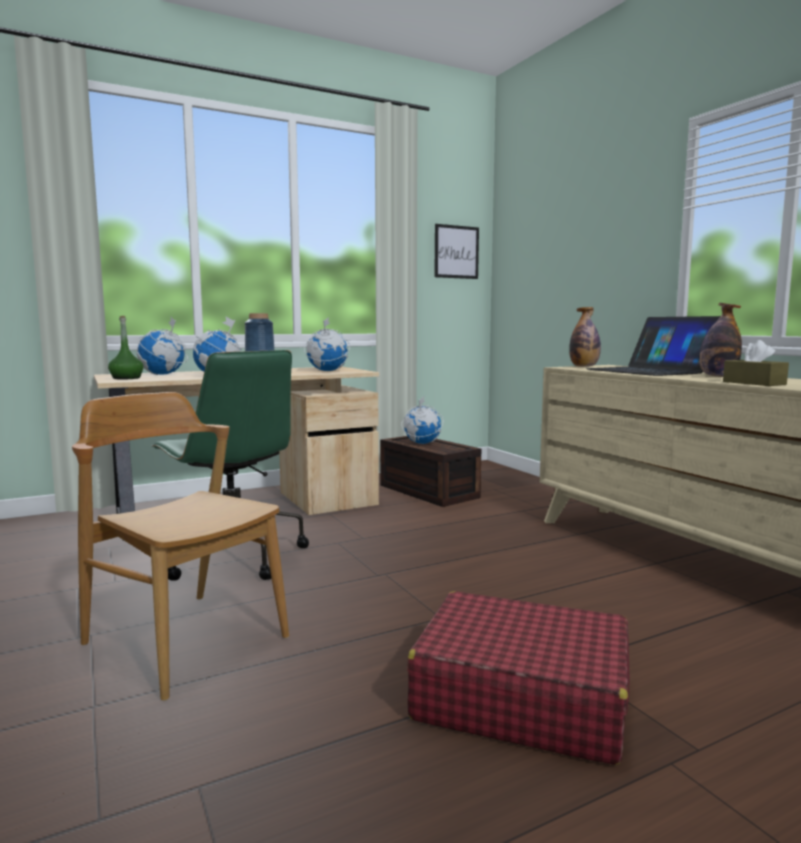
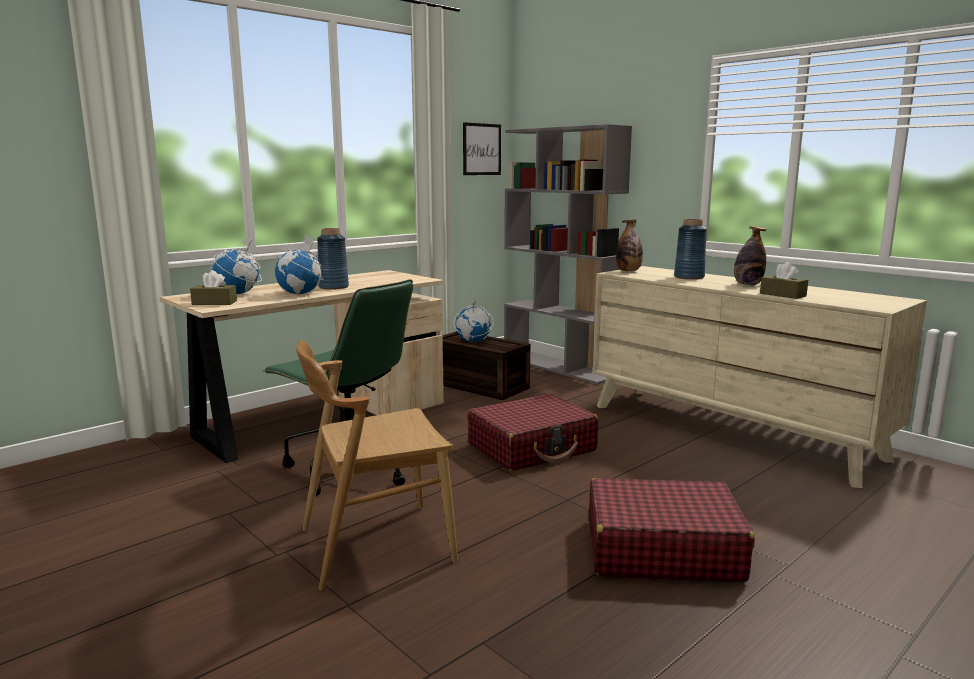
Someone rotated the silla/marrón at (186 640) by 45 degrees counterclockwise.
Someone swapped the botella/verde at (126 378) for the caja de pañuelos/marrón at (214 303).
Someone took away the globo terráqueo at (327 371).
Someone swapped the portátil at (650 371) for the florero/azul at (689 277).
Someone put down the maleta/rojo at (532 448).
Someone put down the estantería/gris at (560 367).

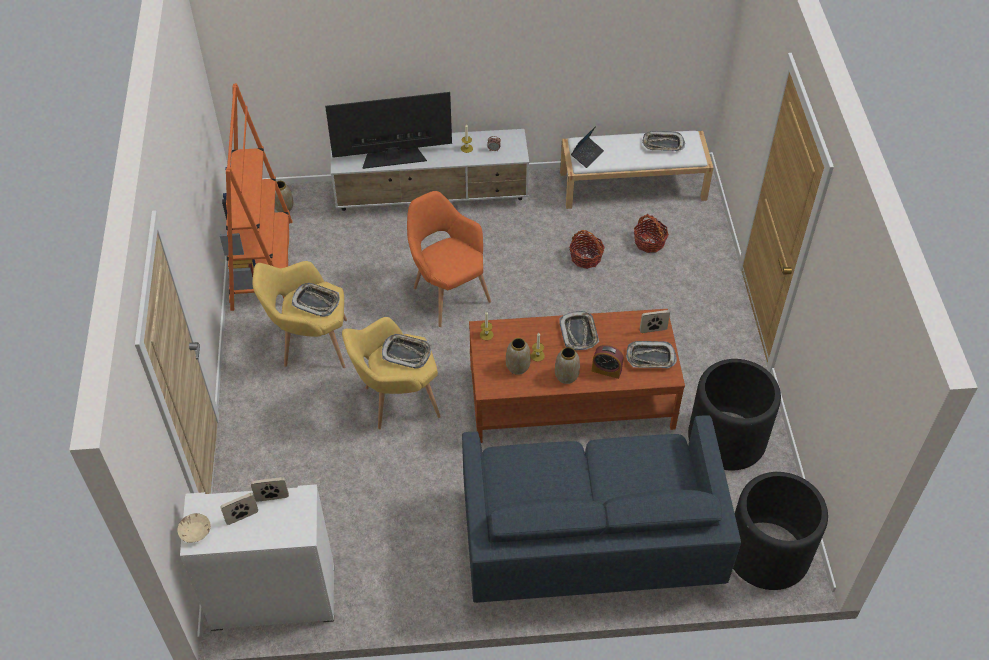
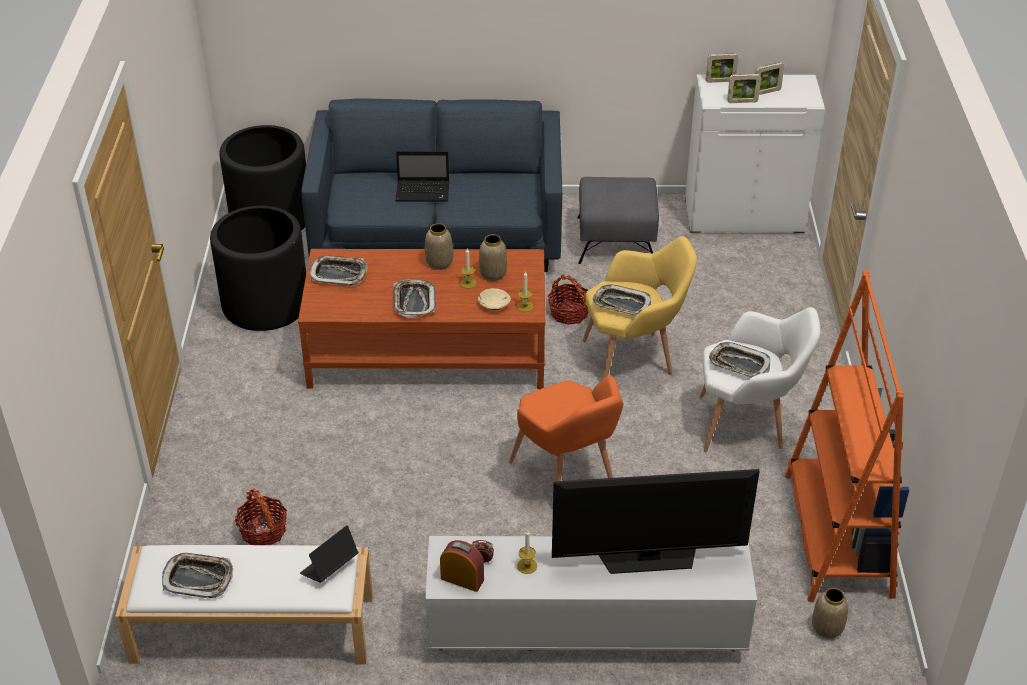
Someone carried the cuenco/beis from (195 531) to (494 305).
Someone repainted the sillón/amarillo at (310 345), which became the sillón/blanco at (747 425).
Someone carried the cesta from (586 257) to (569 313).
Someone carried the despertador from (606 370) to (462 579).
Someone carried the portarretratos from (653 330) to (720 81).
Someone put down the portátil at (424 192).
Someone put down the puf/gris at (617 240).

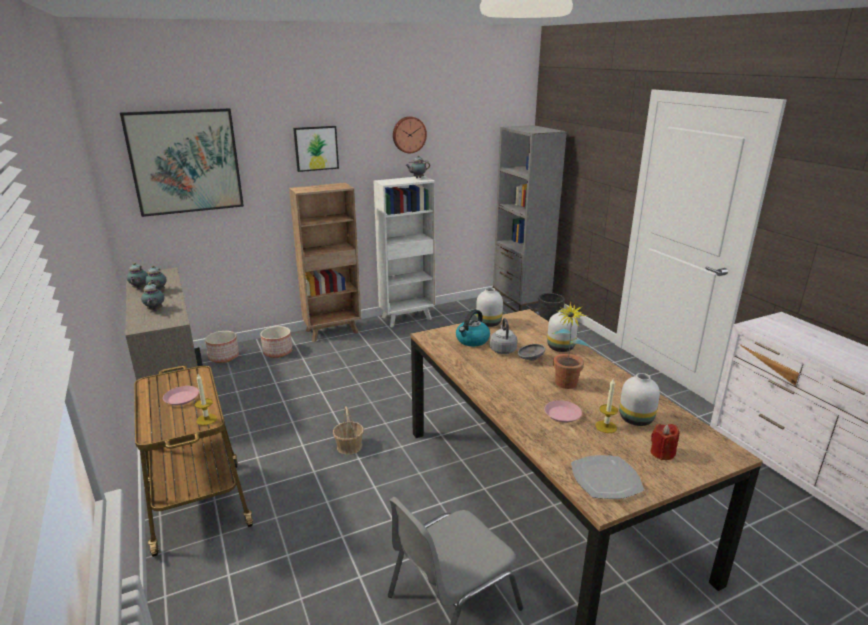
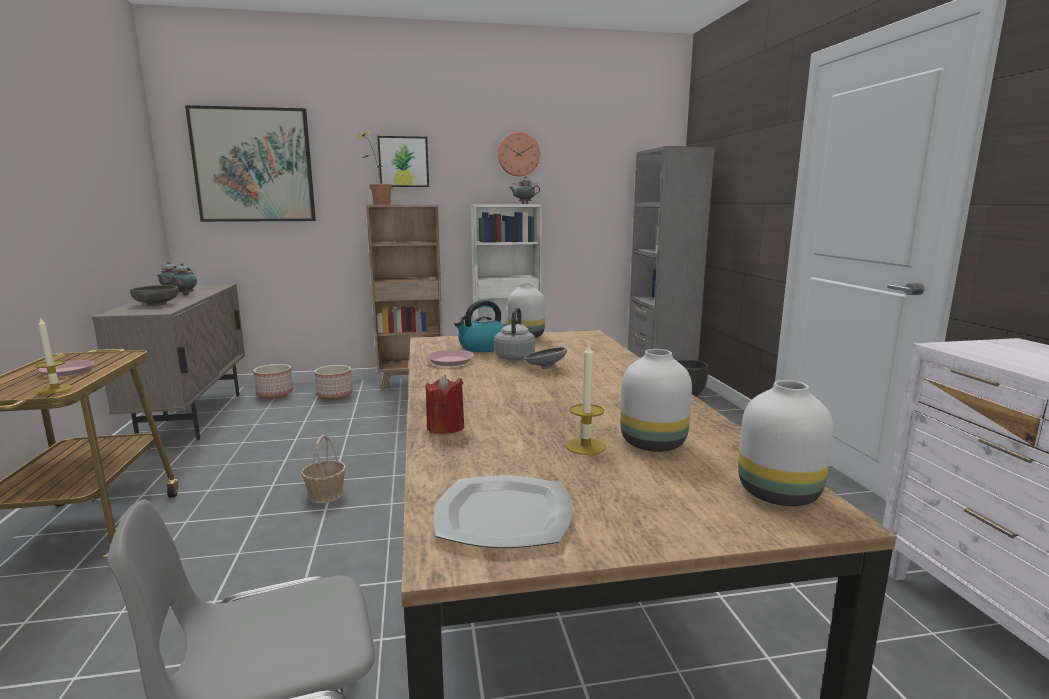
Someone swapped the tetera at (155 310) for the cuenco/gris at (156 304).
Someone carried the plato/rosa from (562 414) to (450 361).
Someone carried the florero/blanco from (560 348) to (778 494).
Someone carried the planta en maceta from (564 386) to (377 204).
Someone carried the vela/rojo from (662 453) to (445 427).

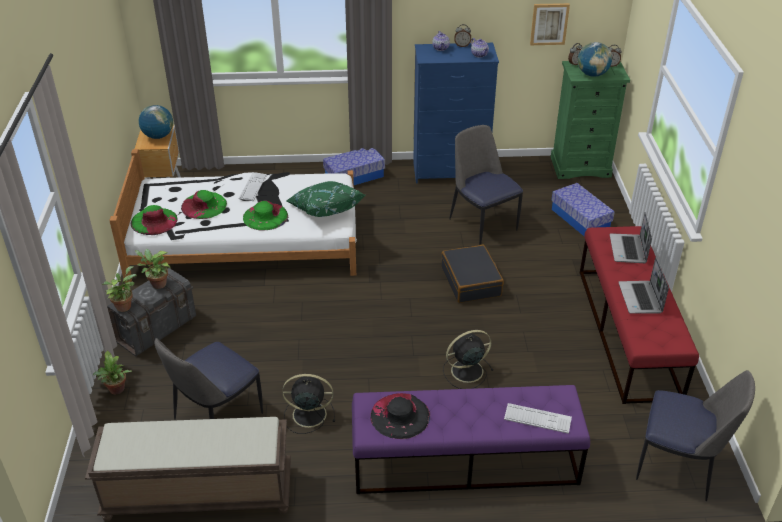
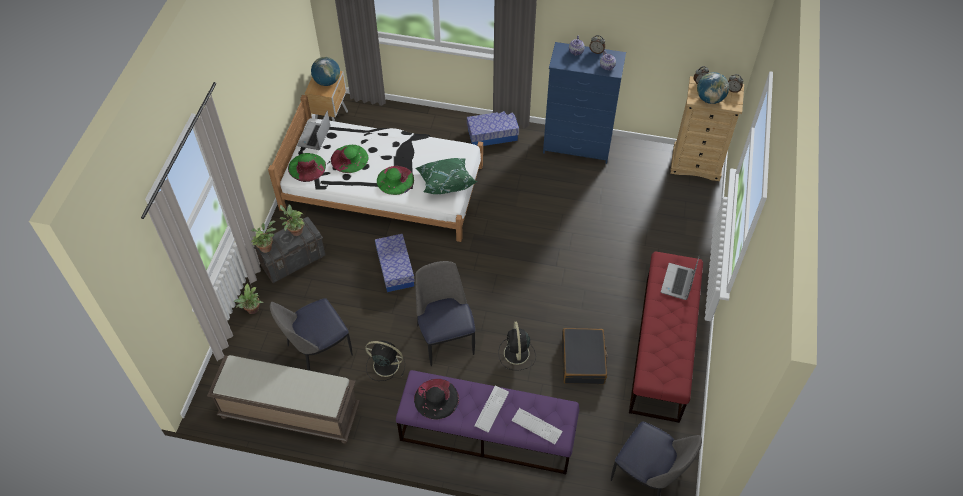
Someone carried the teclado from (253 187) to (491 409).
Someone carried the maleta/negro from (471 281) to (583 361).
Someone rotated the ventilador/negro at (465 371) by 90 degrees counterclockwise.
Someone carried the silla from (482 223) to (445 338).
Someone took away the cuadro at (549 23).
Someone repainted the cómoda/verde at (580 167), which became the cómoda/beis at (696 163).
Someone carried the caja de almacenaje from (580 219) to (395 268).
Someone carried the portátil from (641 299) to (314 137).

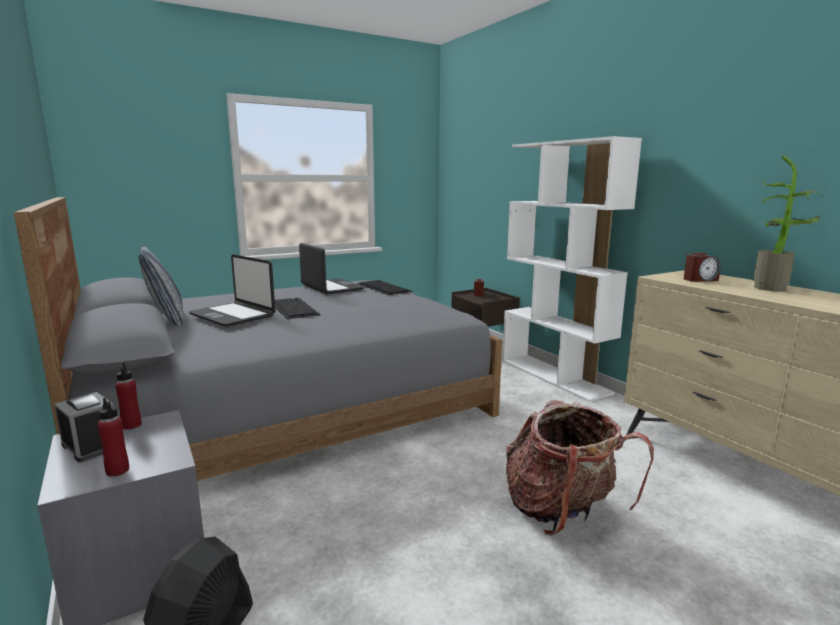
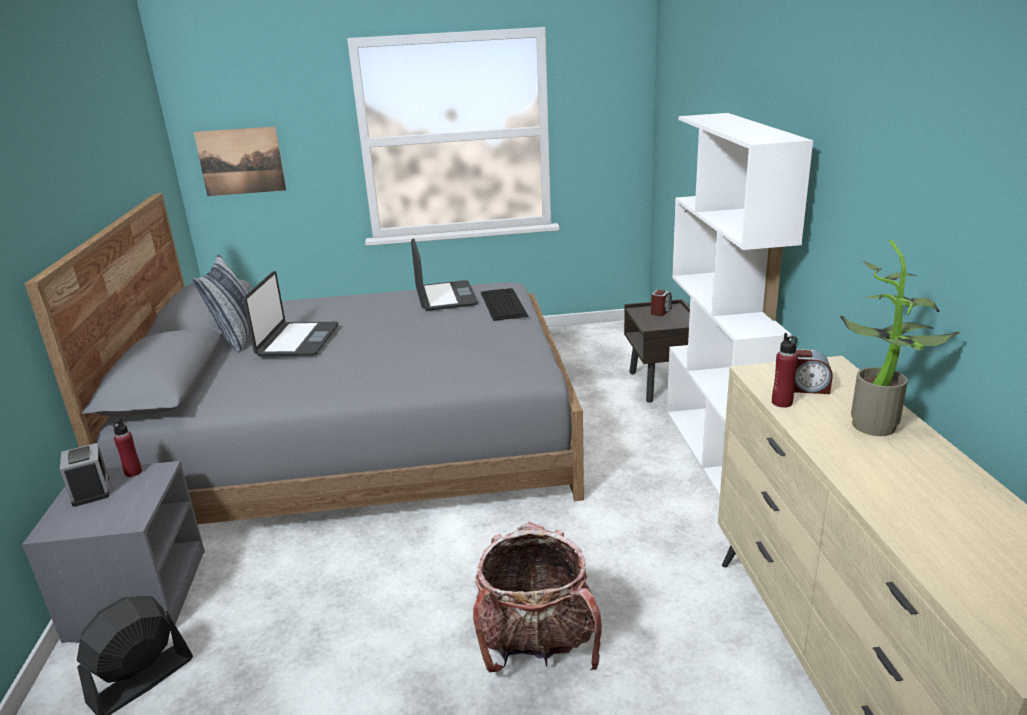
Someone carried the botella/rojo from (117 470) to (782 402).
Someone rotated the portátil at (233 315) by 150 degrees counterclockwise.
Someone took away the teclado at (293 308).
Someone put up the cuadro at (241 161).

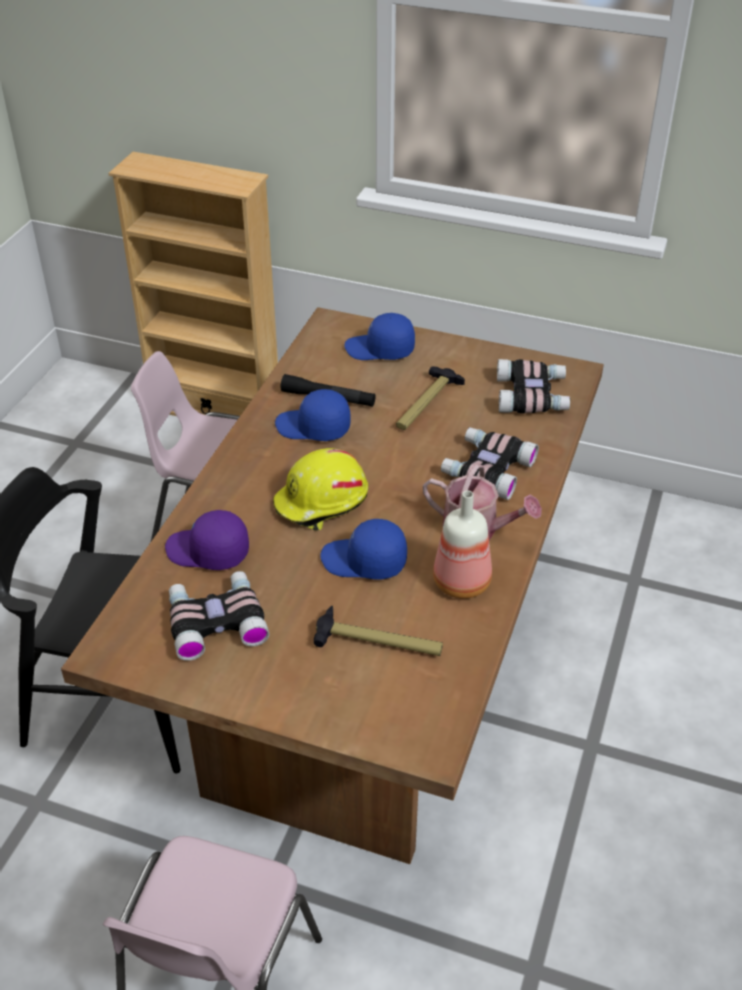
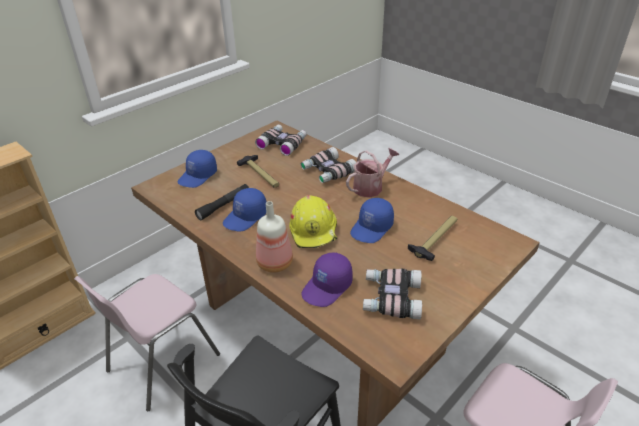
Someone carried the botella from (463 582) to (275 262).

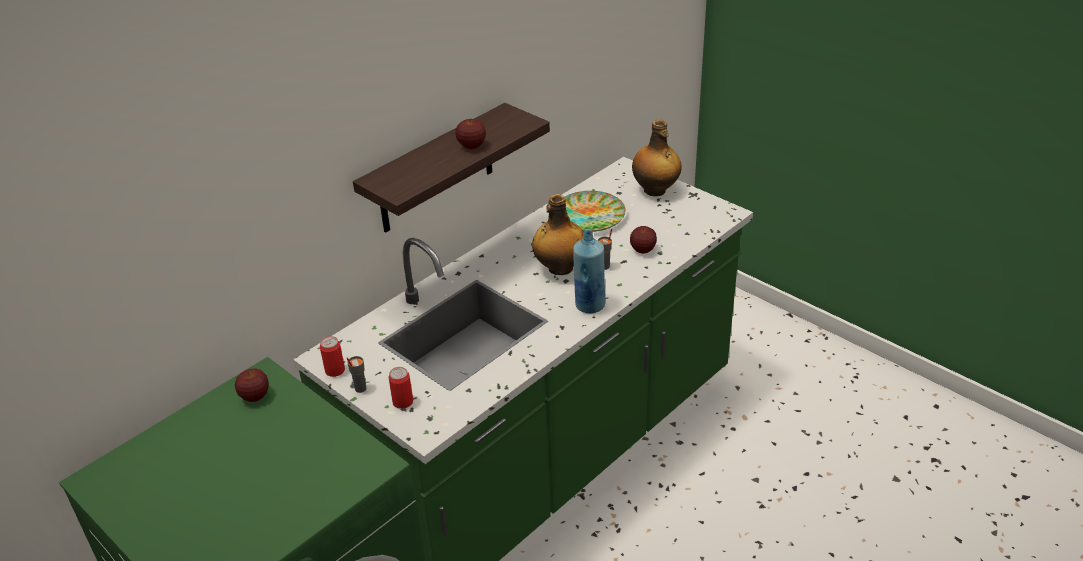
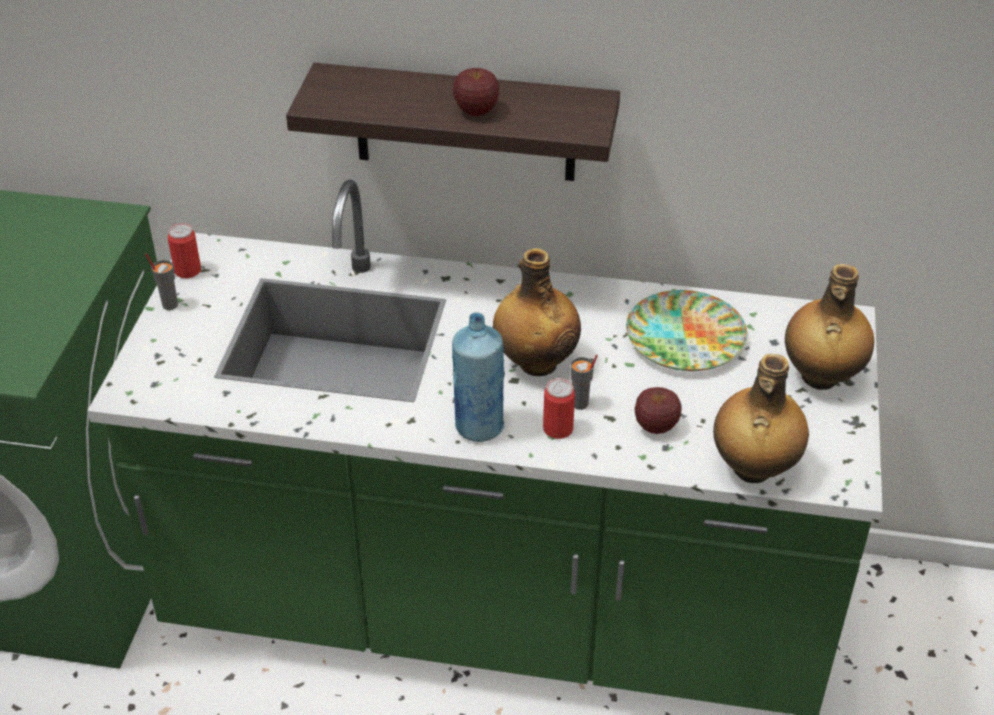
Someone took away the manzana at (255 396).
Someone carried the lata from (403 402) to (558 429).
Someone put down the botella at (752 469).

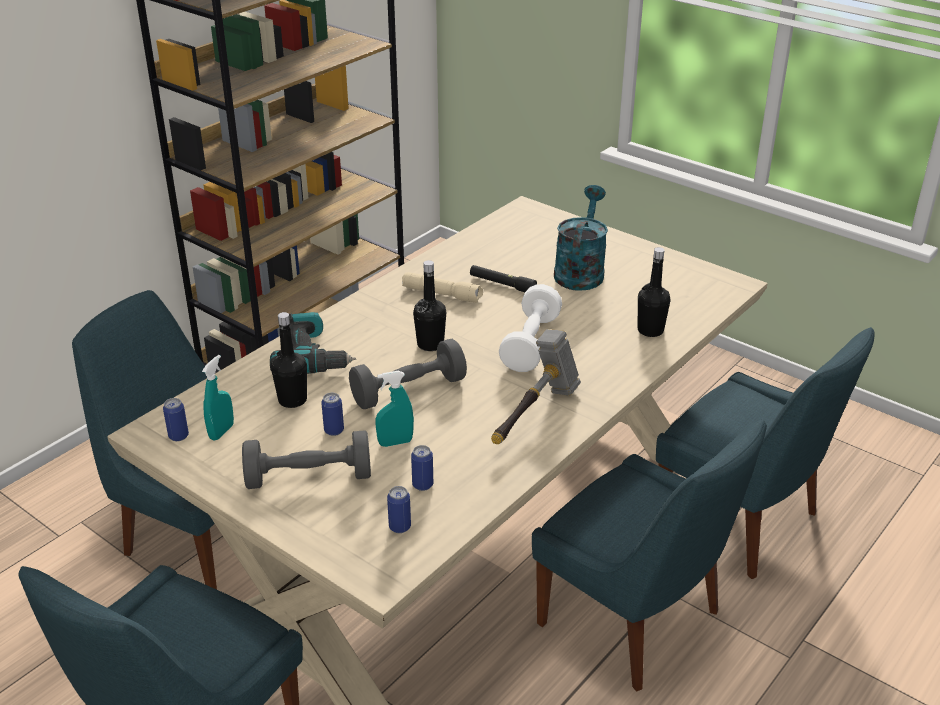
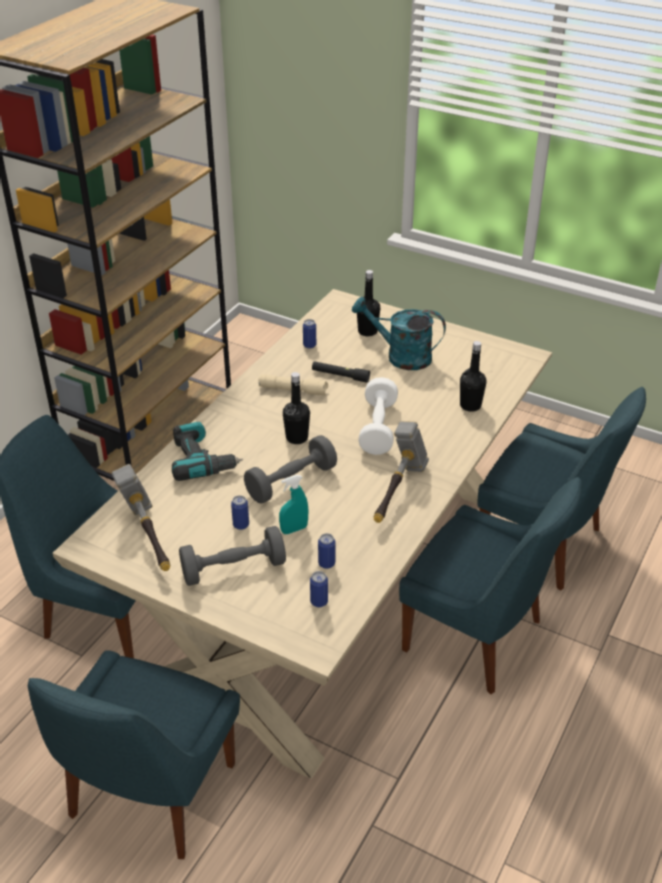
Someone carried the lata from (178 436) to (309 345).
Someone swapped the pulverizador/turquesa at (221 432) for the martillo at (148 537).
Someone carried the botella/negro from (292 400) to (367 331).
Someone rotated the regadera/turquesa at (580 271) by 75 degrees counterclockwise.

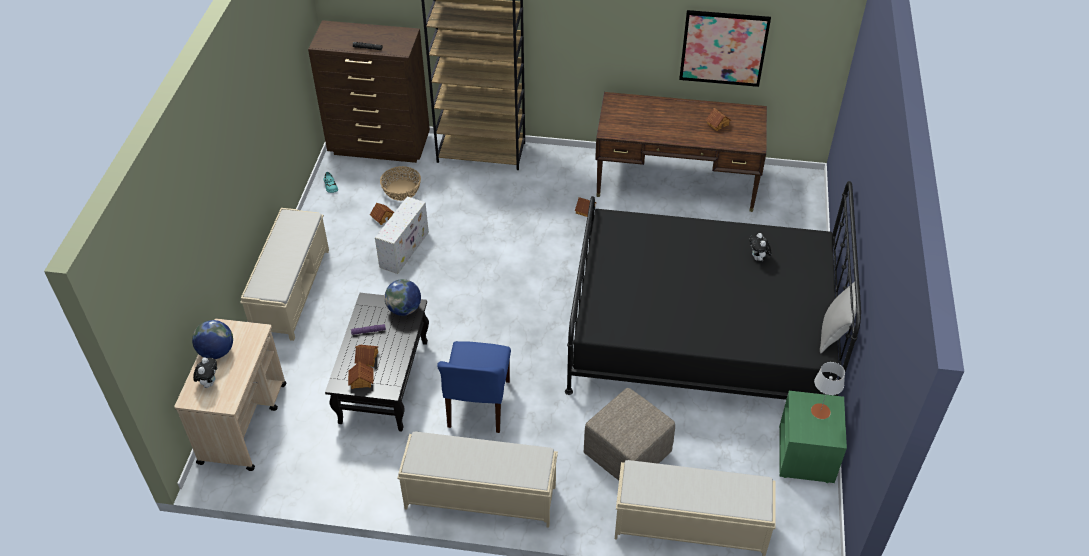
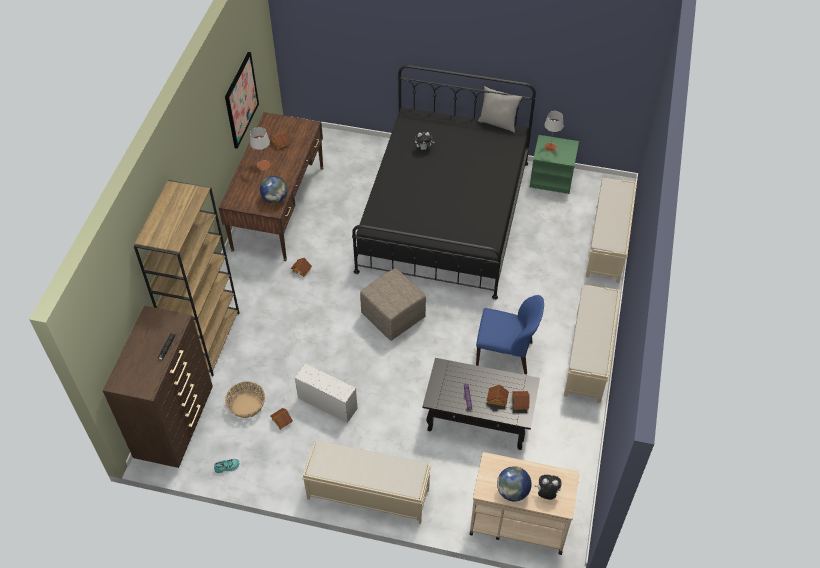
Someone carried the globo terráqueo from (404 309) to (275 199).
Someone carried the puf/beis from (627 453) to (392 316).
Someone put down the lámpara de mesa/gris at (263 165).

